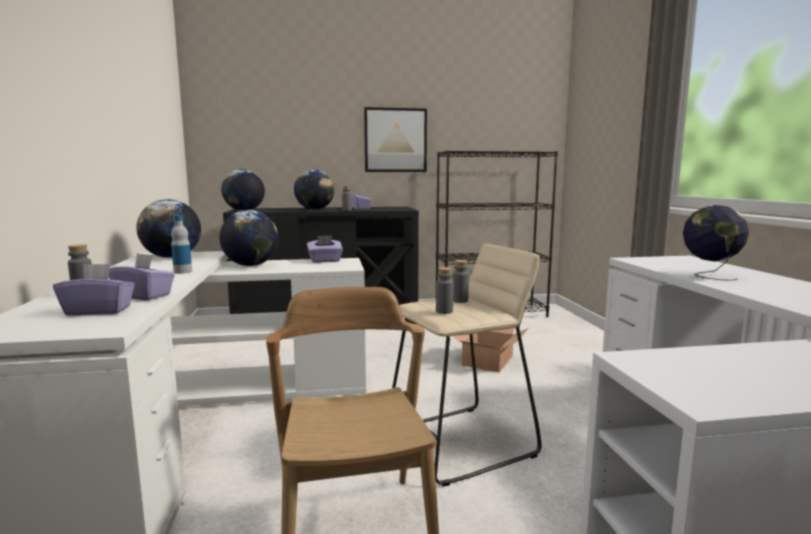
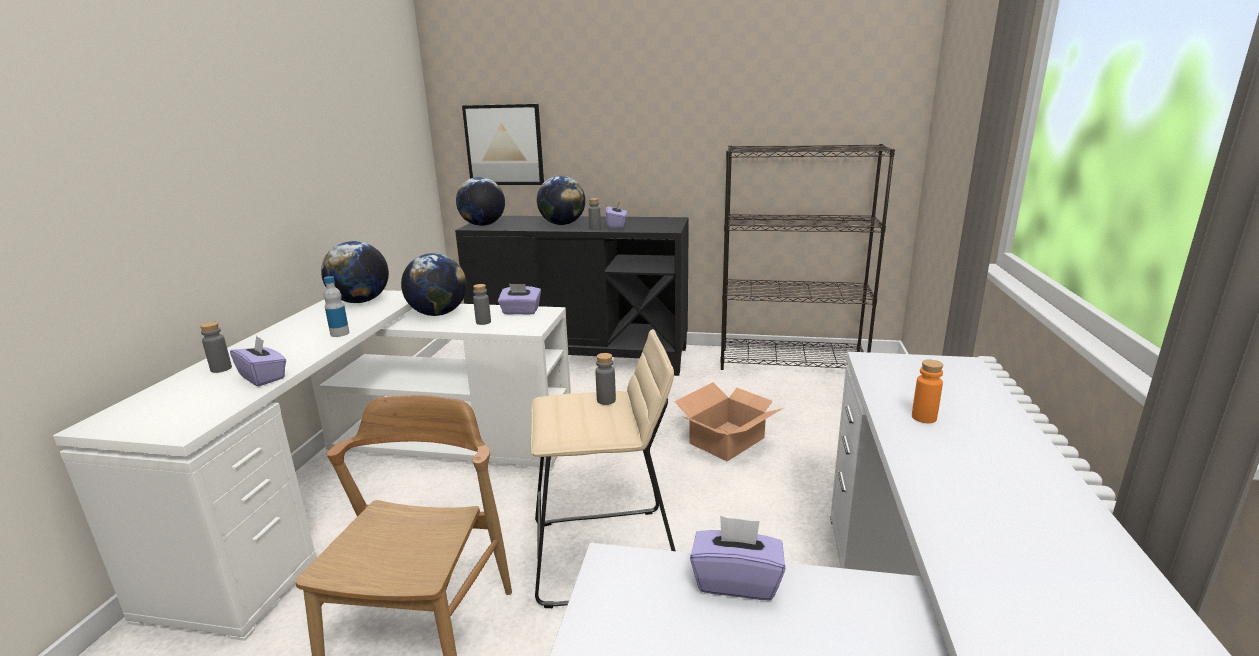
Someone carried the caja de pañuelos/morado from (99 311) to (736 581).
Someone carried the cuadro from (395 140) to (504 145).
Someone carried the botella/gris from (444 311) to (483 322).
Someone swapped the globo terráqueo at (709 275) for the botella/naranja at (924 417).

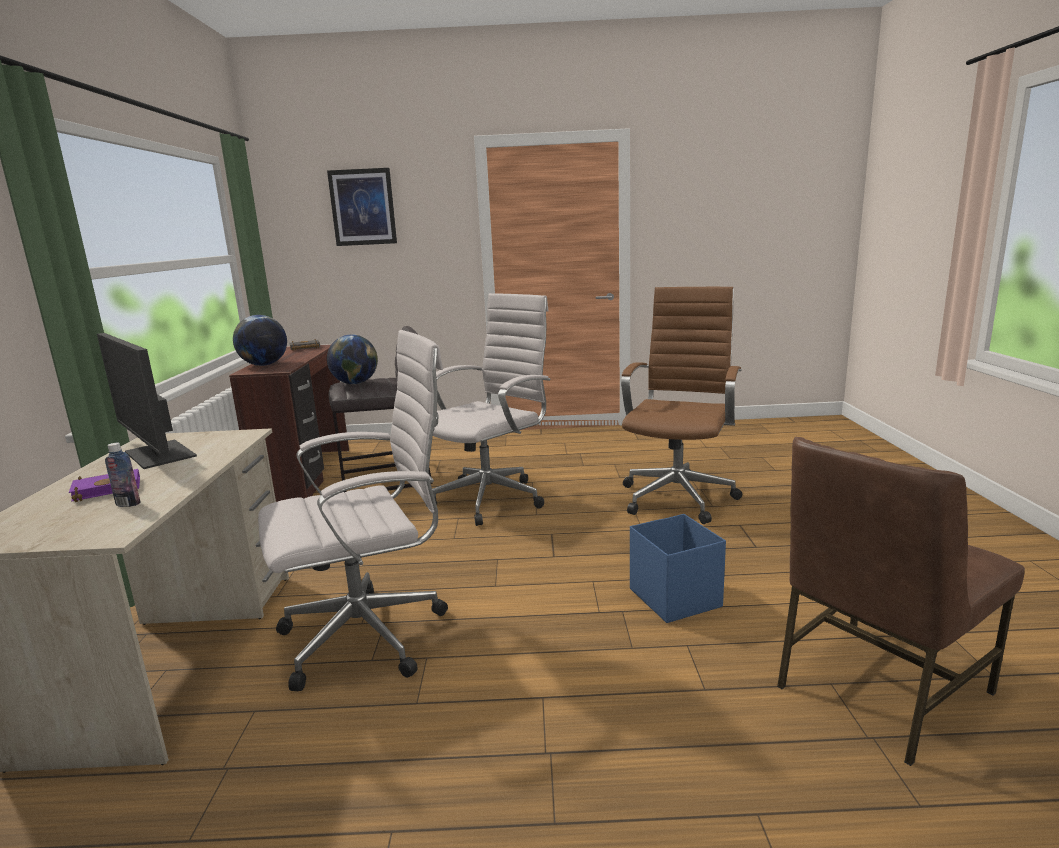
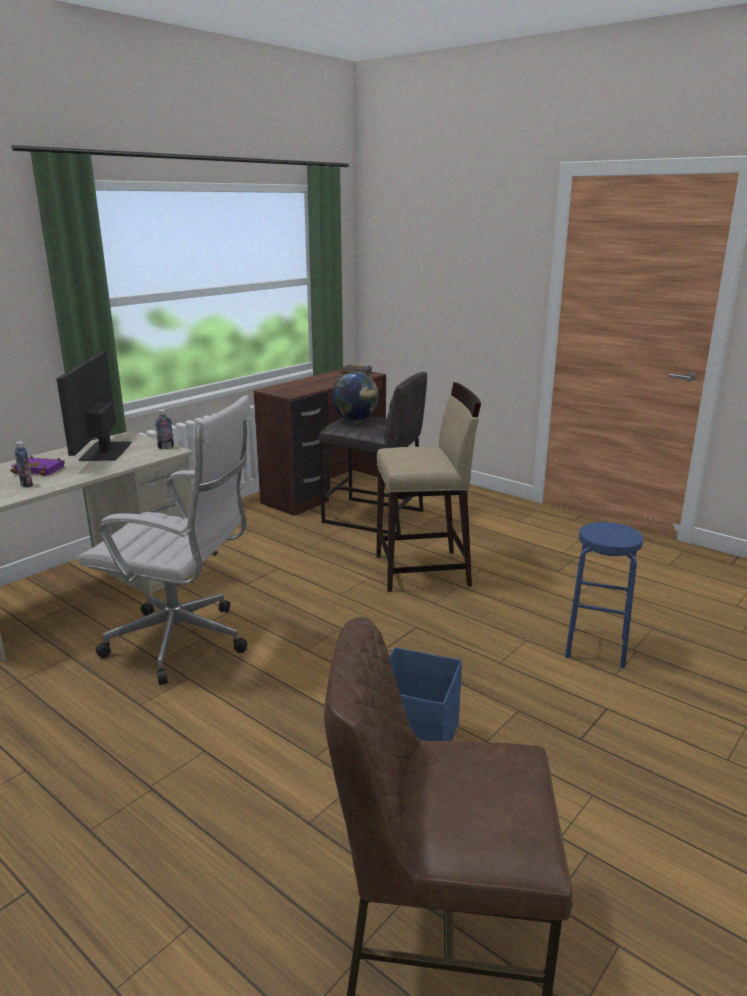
Someone took away the globo terráqueo at (264 365).
Someone took away the cuadro at (363 207).
Someone swapped the silla de oficina/blanco at (492 498) for the taburete/beis at (423 571).
Someone swapped the silla de oficina/marrón at (678 496) for the taburete/azul at (596 647).
Someone put down the botella at (166 447).

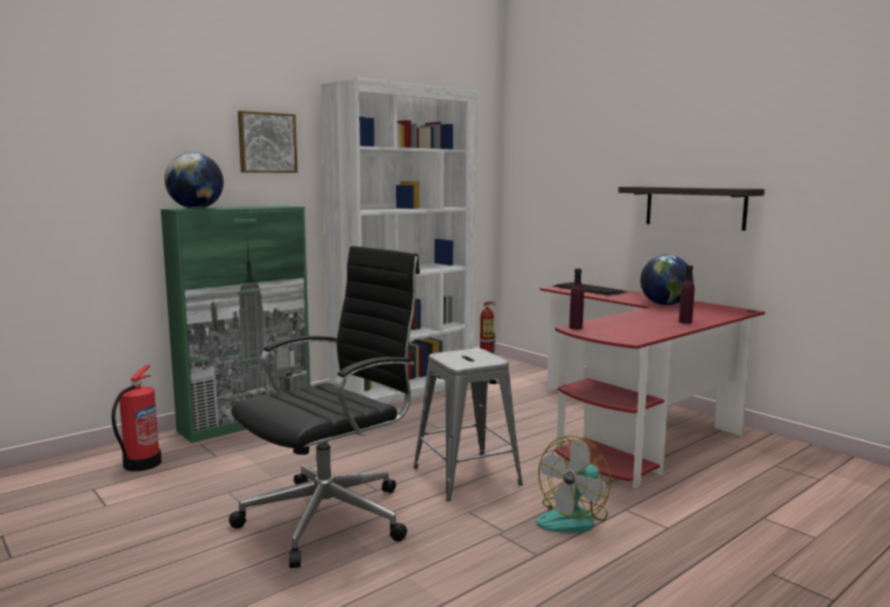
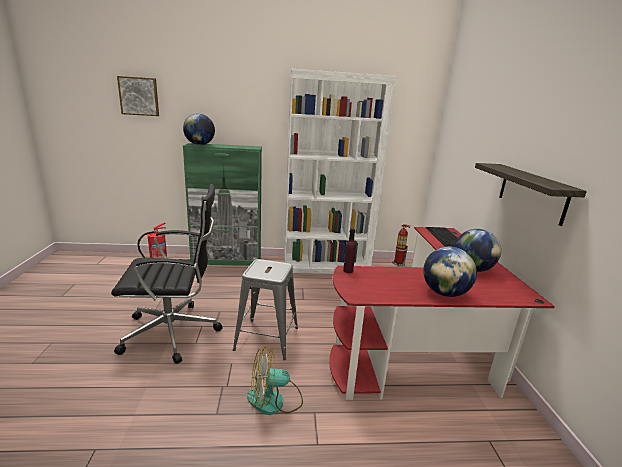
Someone carried the cuadro from (266 143) to (139 96).
Someone swapped the botella/morado at (685 322) for the globo terráqueo at (444 293).

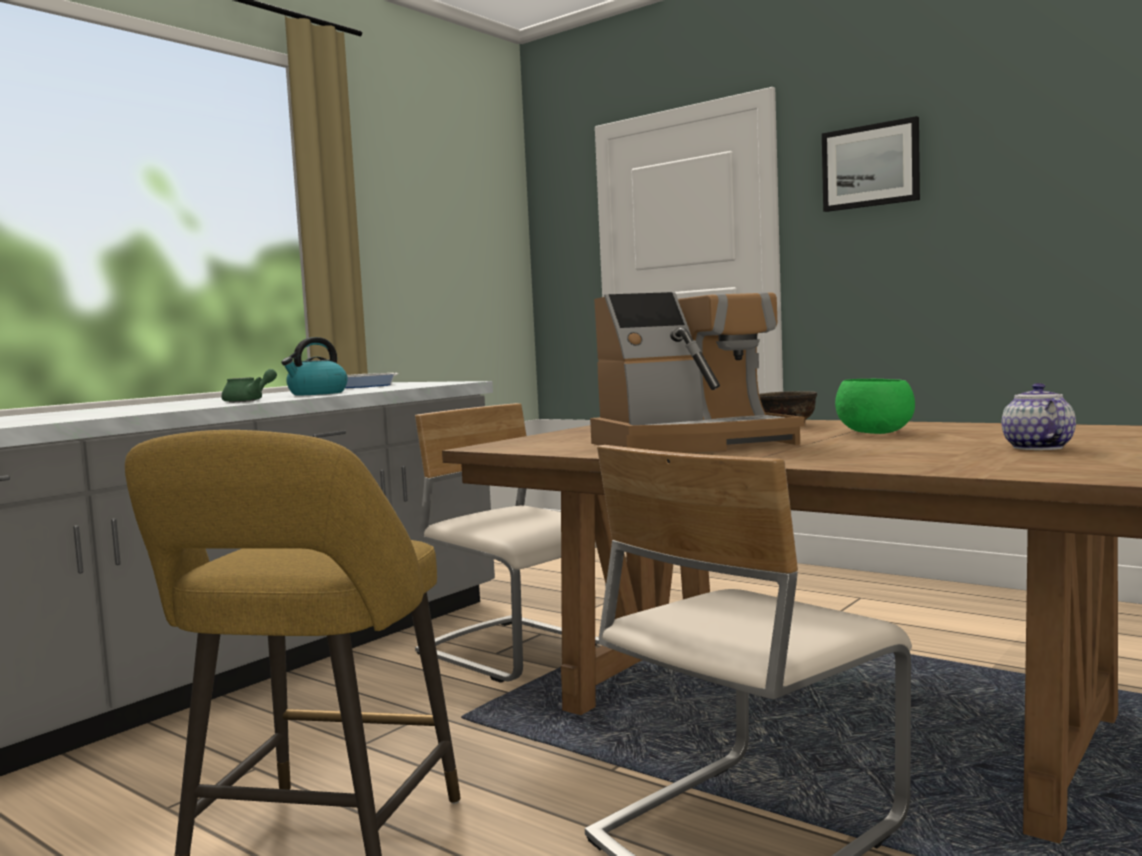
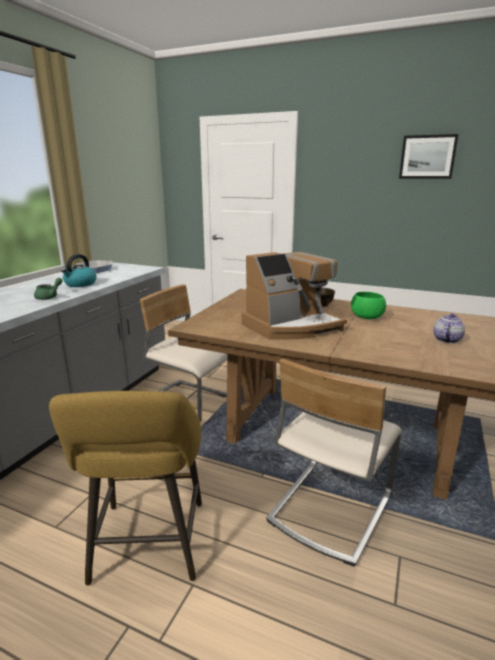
Someone carried the cuadro from (870 166) to (427 157).
Someone rotated the tetera at (1036 447) by 45 degrees clockwise.

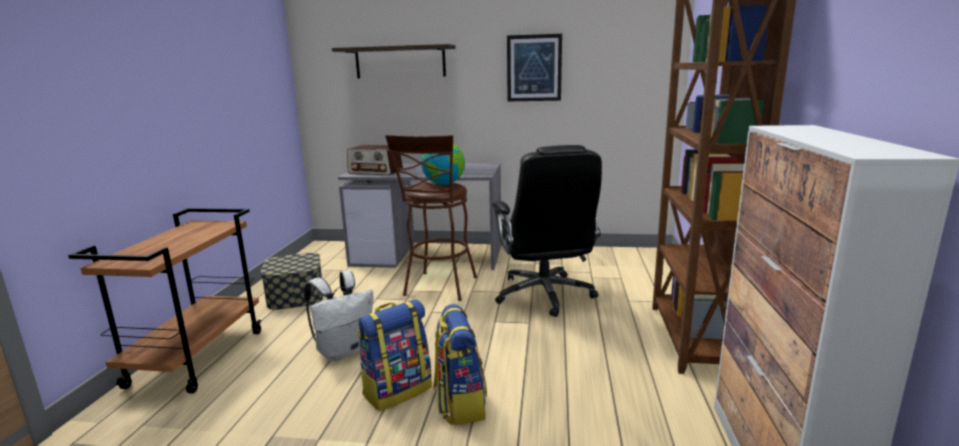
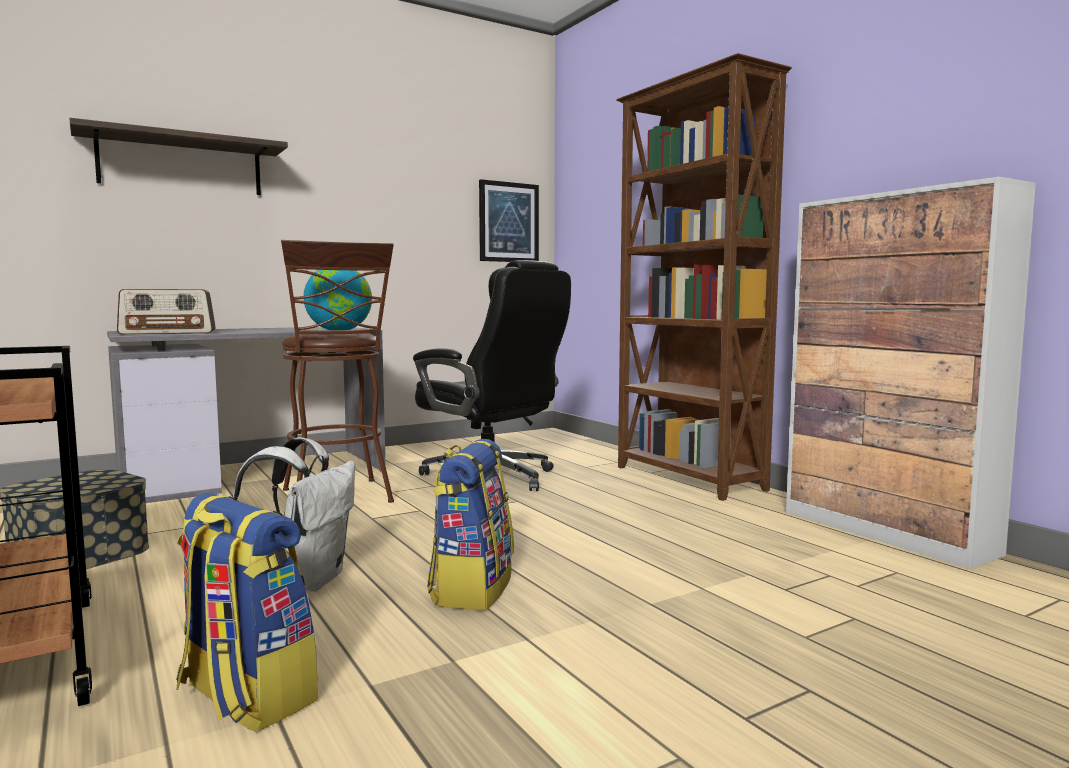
Someone carried the mochila from (459 403) to (245 696).
Someone carried the cuadro from (534 68) to (508 222).

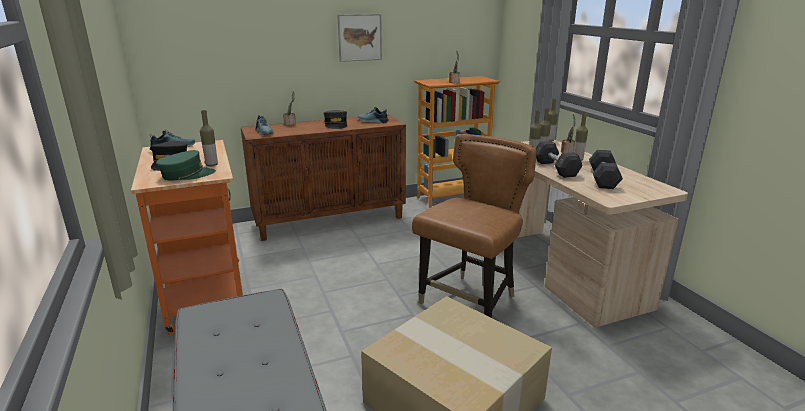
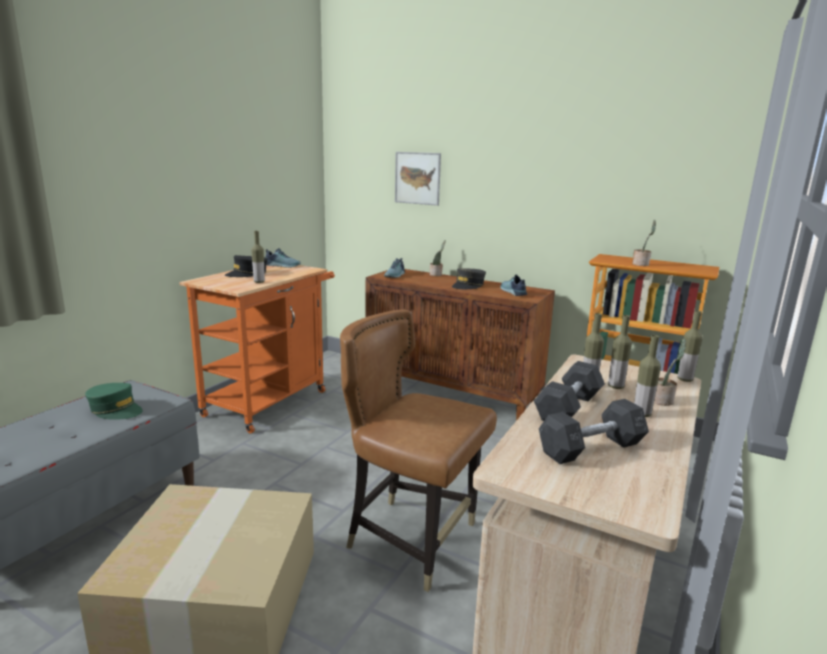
Someone carried the gorra/verde from (187 175) to (115 410).
Someone carried the cuadro from (360 37) to (417 178).
Someone rotated the silla/marrón at (470 302) by 150 degrees counterclockwise.

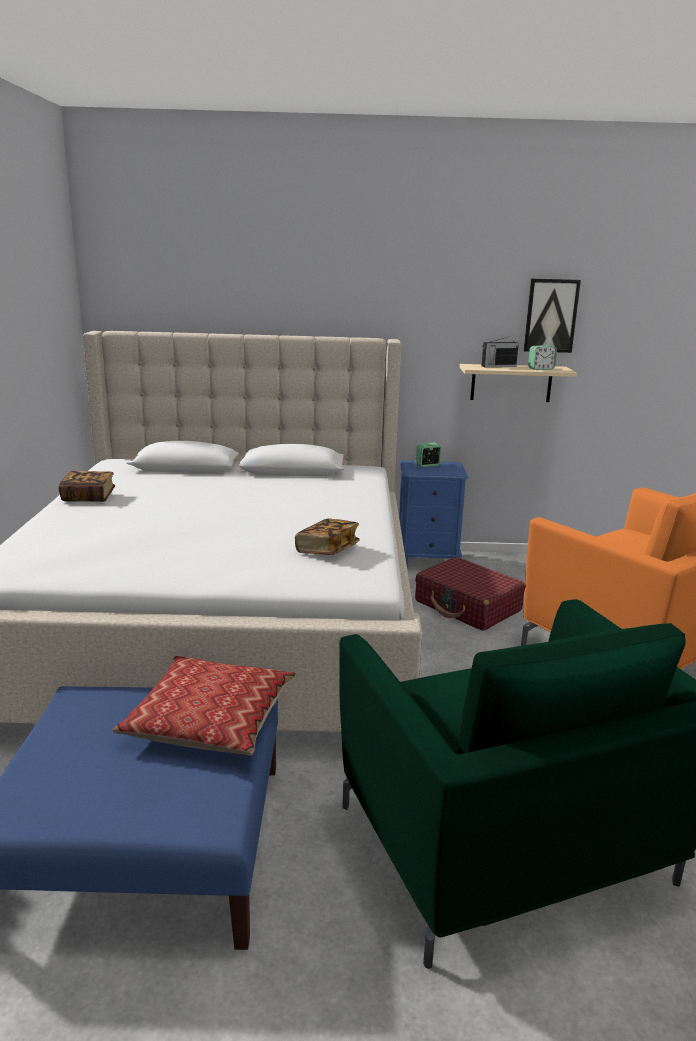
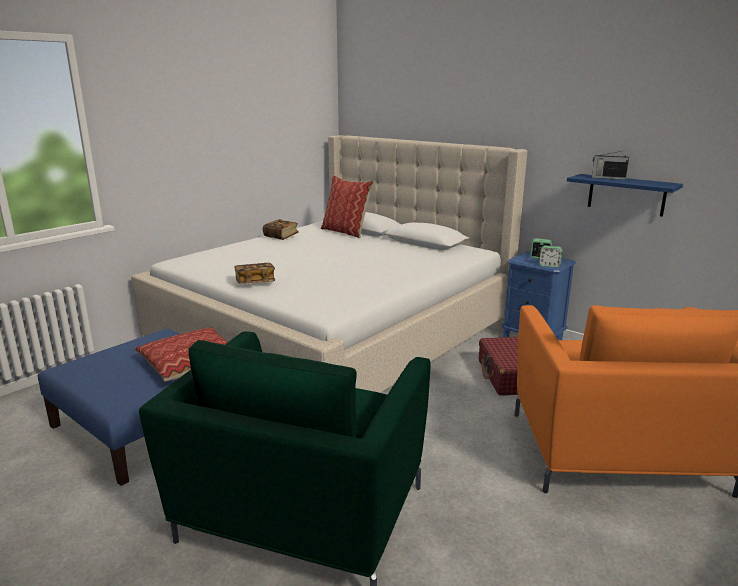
Someone carried the libro from (327 550) to (255 282).
Someone repainted the estante/beis at (511 383), which became the estante/azul at (626 195).
Someone took away the cuadro at (551 315).
Someone carried the despertador from (541 369) to (549 265).
Someone put down the cojín at (346 232).

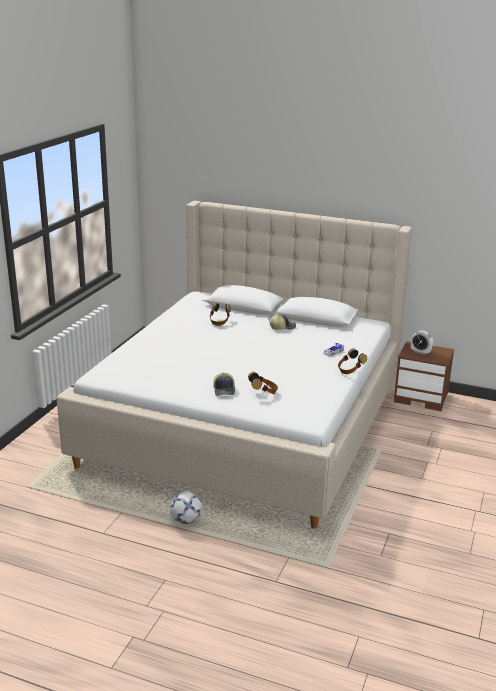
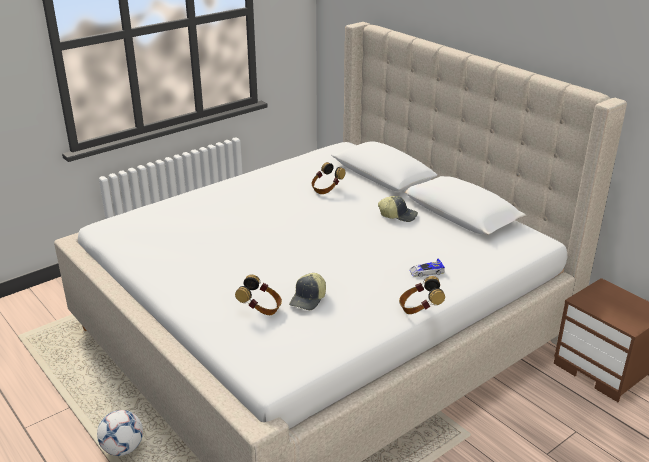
Someone carried the gorra from (224 390) to (309 299).
Someone took away the despertador at (420 352).

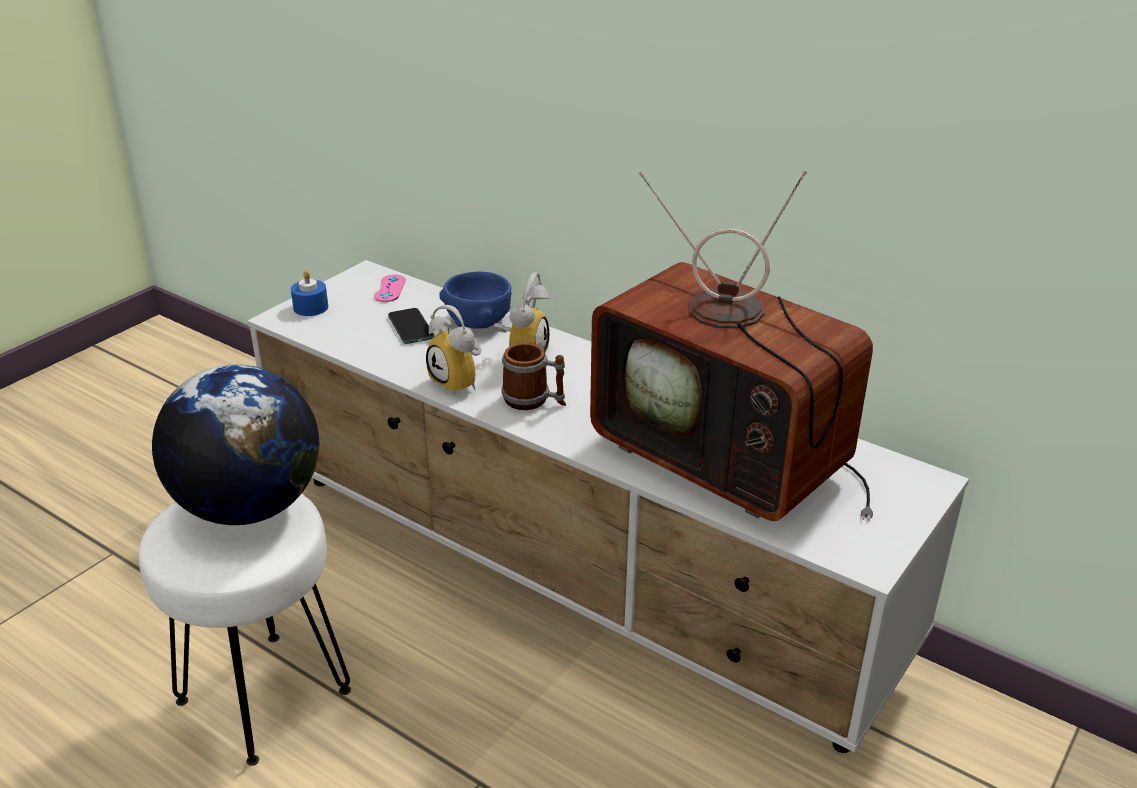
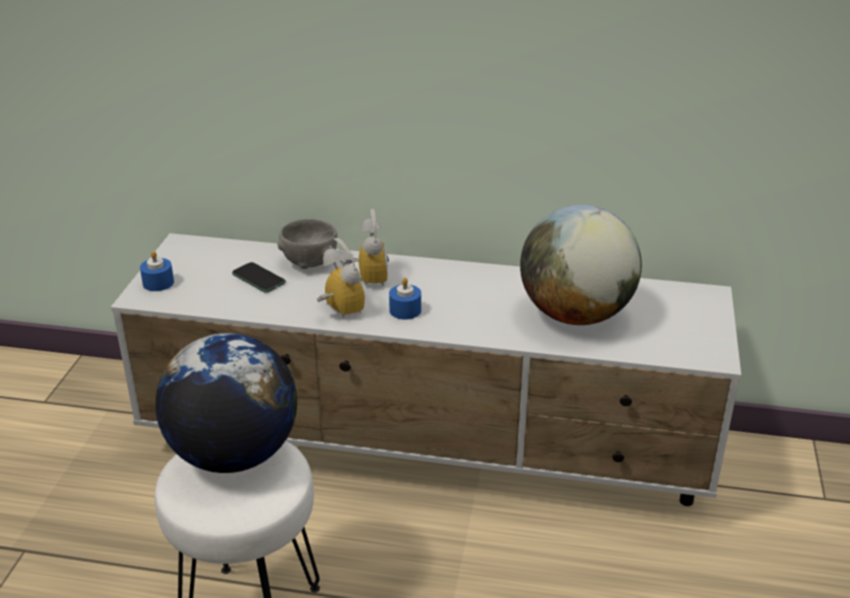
Someone took away the mando de consola/rosa at (390 289).
Someone rotated the despertador at (461 382) by 150 degrees counterclockwise.
Someone repainted the cuenco/azul at (478 322), which became the cuenco/gris at (309 261).
Someone swapped the taza grande at (534 401) for the vela/azul at (405 310).
Someone swapped the televisor at (730 459) for the globo terráqueo at (576 315).

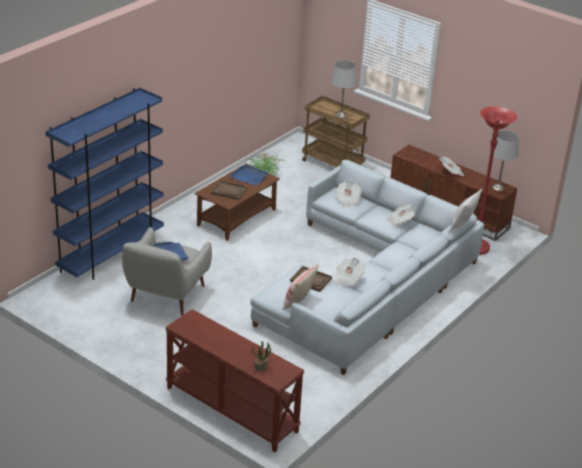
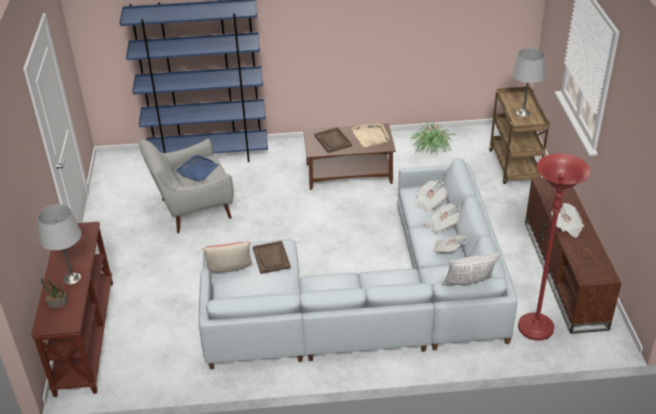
Someone repainted the bandeja/azul at (249 176), which became the bandeja/beis at (371 136).
Someone carried the periódico from (348 279) to (442 225).
Someone carried the lámpara de mesa/gris from (498 187) to (72 278).

